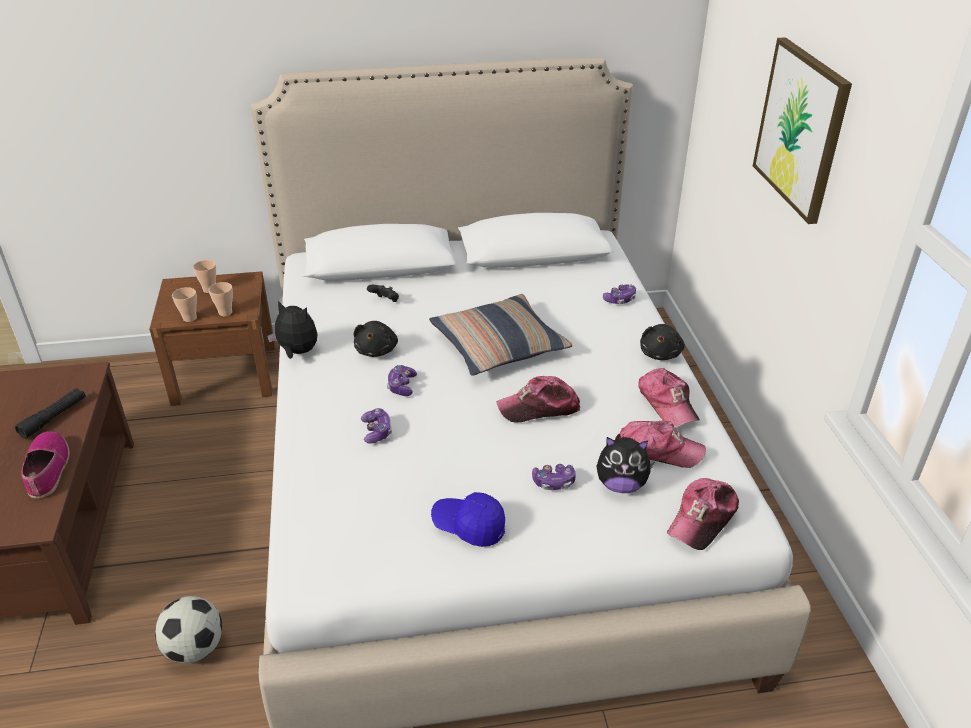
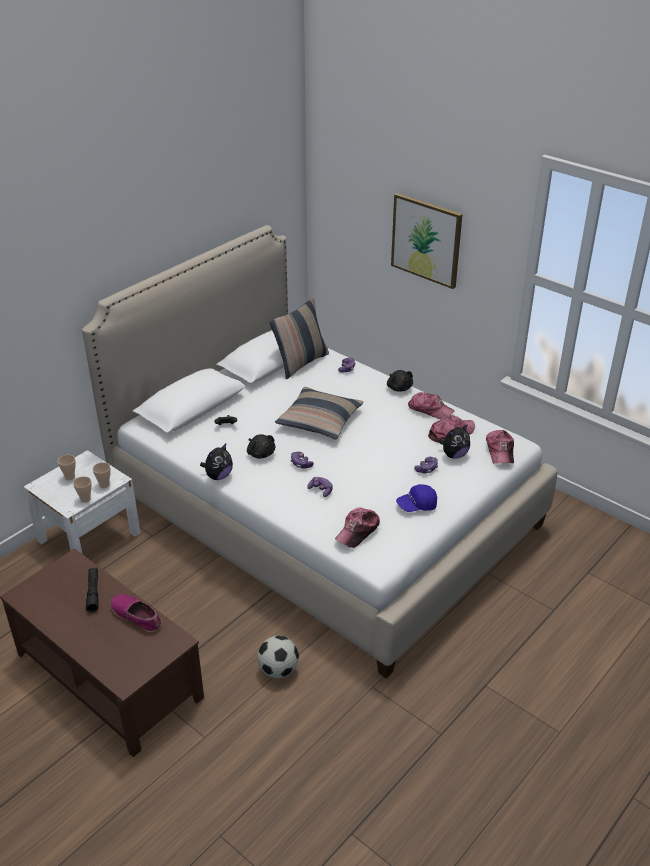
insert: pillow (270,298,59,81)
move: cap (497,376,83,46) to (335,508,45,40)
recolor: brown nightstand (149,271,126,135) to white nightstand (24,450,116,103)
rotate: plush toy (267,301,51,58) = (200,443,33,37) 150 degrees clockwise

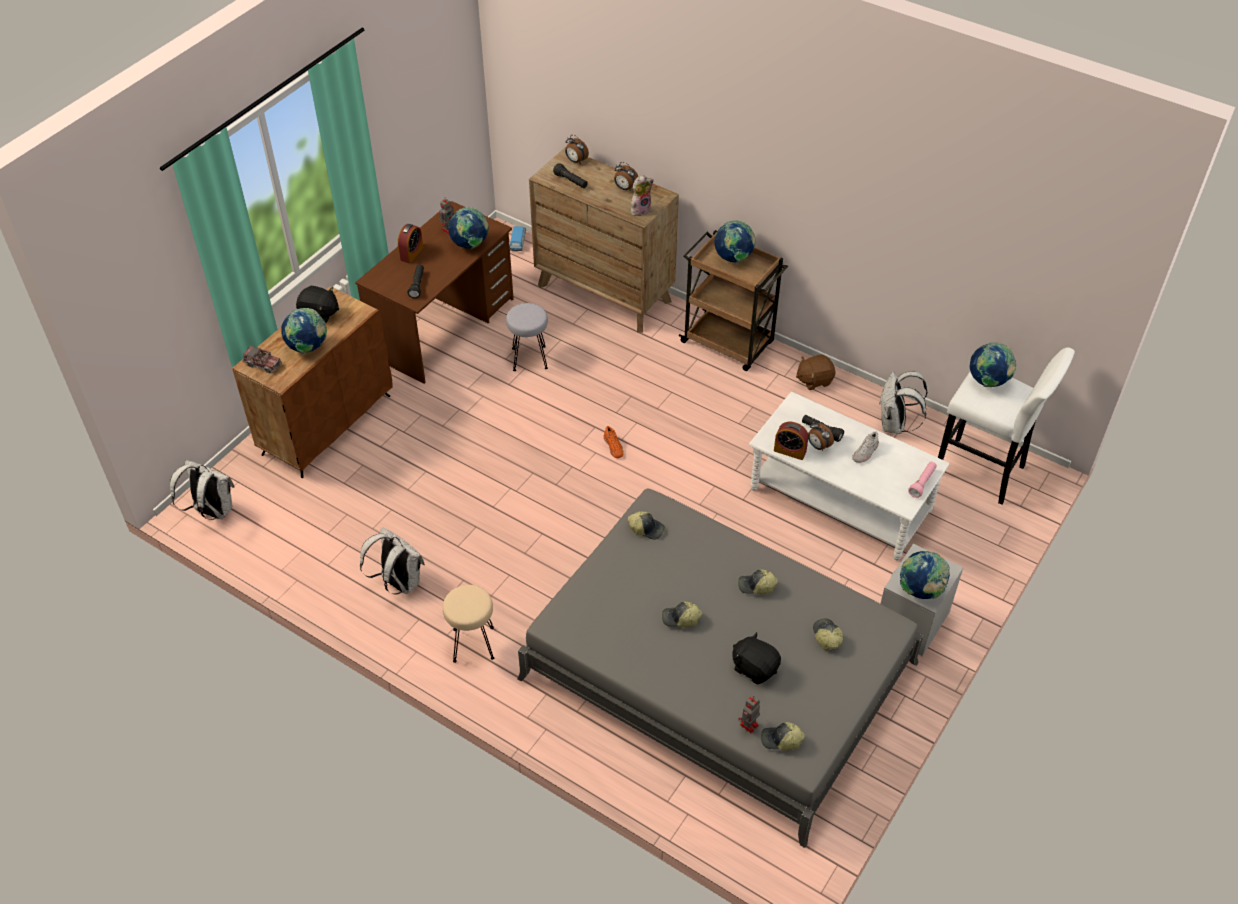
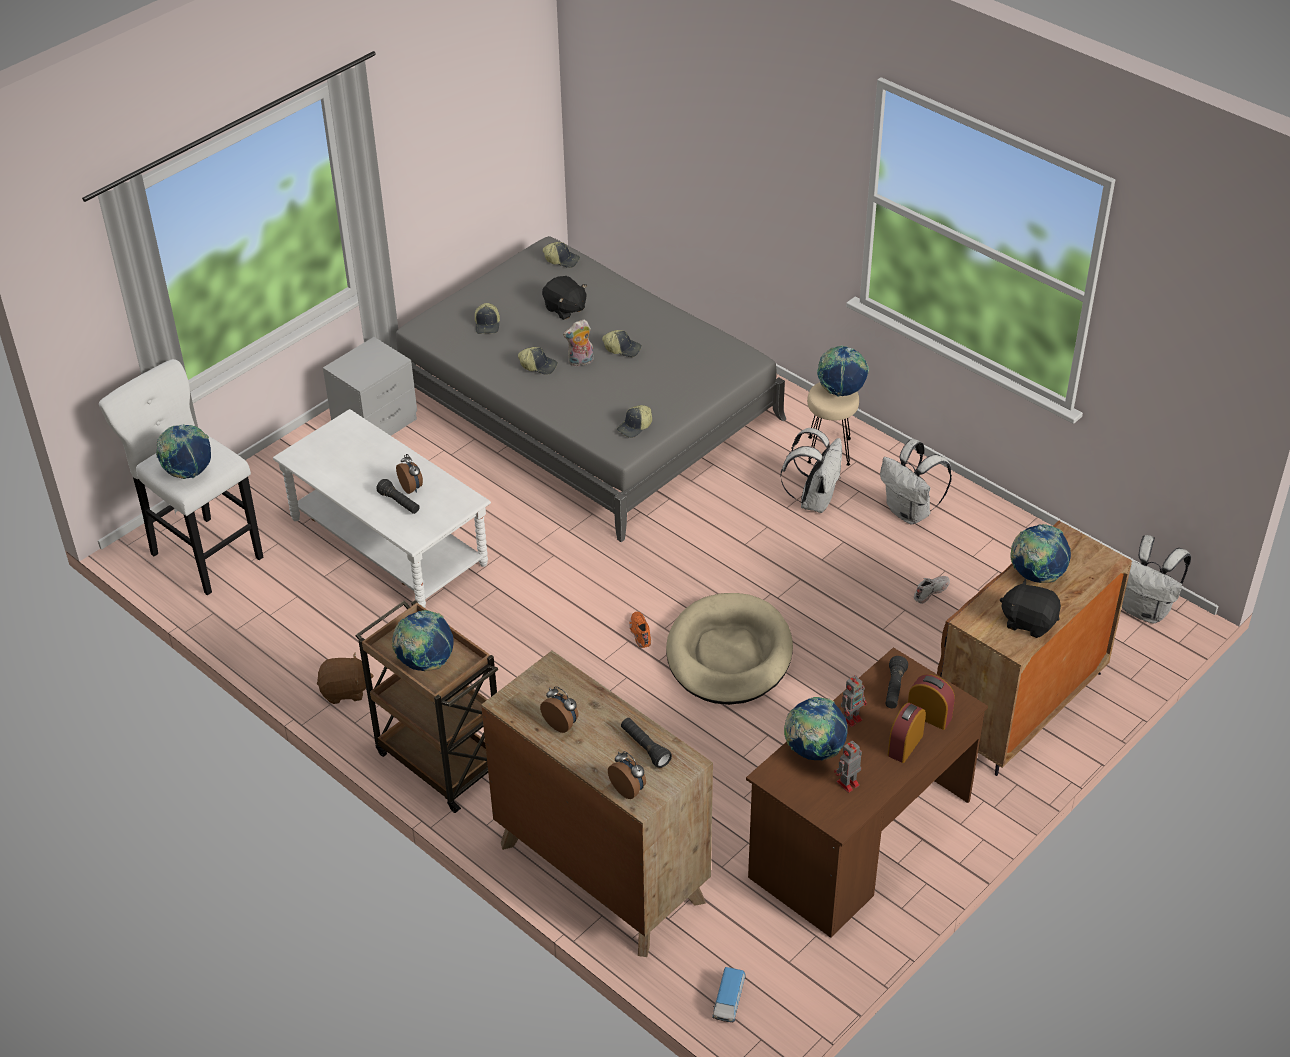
delete: toy truck (242,345,40,28); grey stool (506,303,42,68); pink flashlight (908,462,29,36)
insert: beige dog bed (666,593,127,112)
move: plush toy (631,175,23,41) to (563,319,30,48); white backpack (880,371,48,63) to (780,428,62,85); globe (900,551,50,48) to (817,346,52,51); toy robot (738,695,22,38) to (841,675,26,52); alarm clock (774,422,35,38) to (908,674,47,56); white shoe (852,431,27,32) to (914,576,36,28)
rotate: cap (628,511,37,29) = (616,405,36,33) 75 degrees counterclockwise

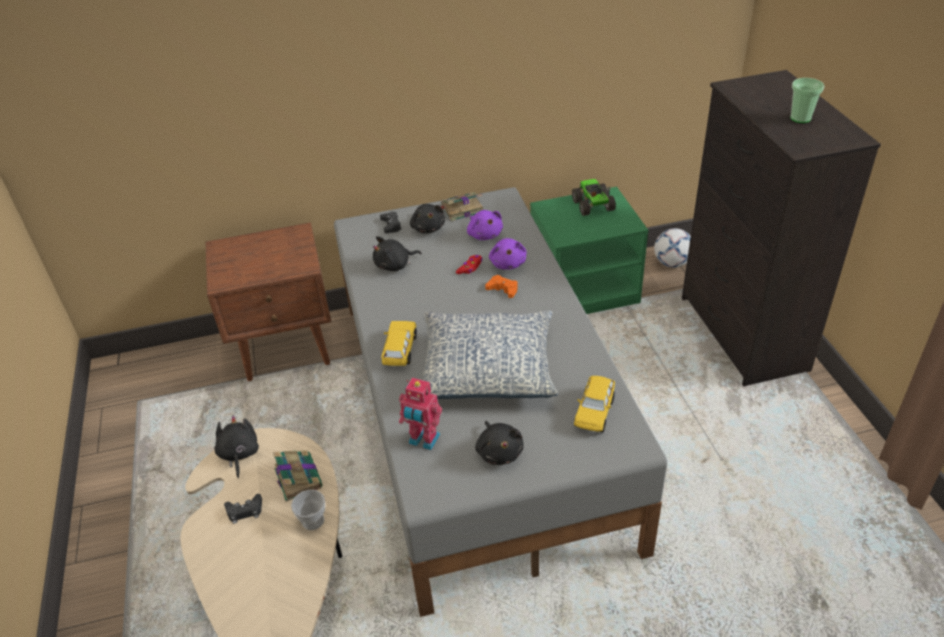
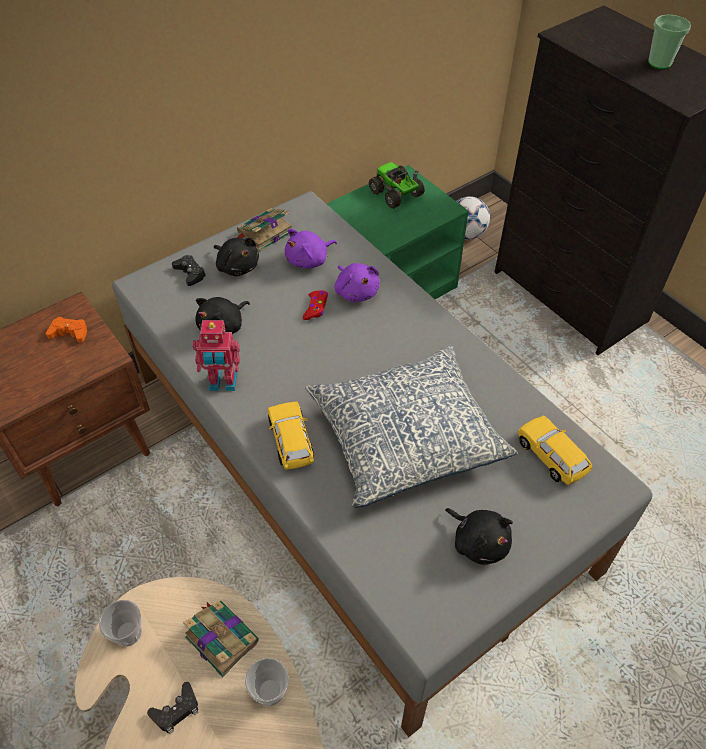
move: orange game controller (485,275,33,23) to (46,317,41,25); toy robot (399,378,43,72) to (192,320,48,71)
replace: black plush toy (214,415,45,63) to cup (99,600,43,47)
rotate: purple plush toy (467,210,36,30) = (285,229,52,39) 105 degrees clockwise; yellow toy car (574,376,41,56) = (518,415,74,70) 150 degrees clockwise

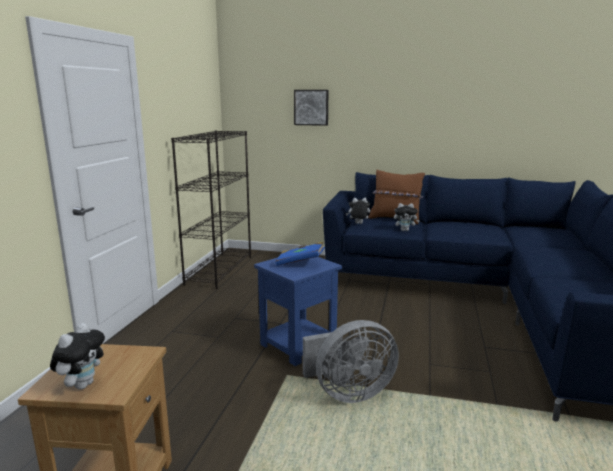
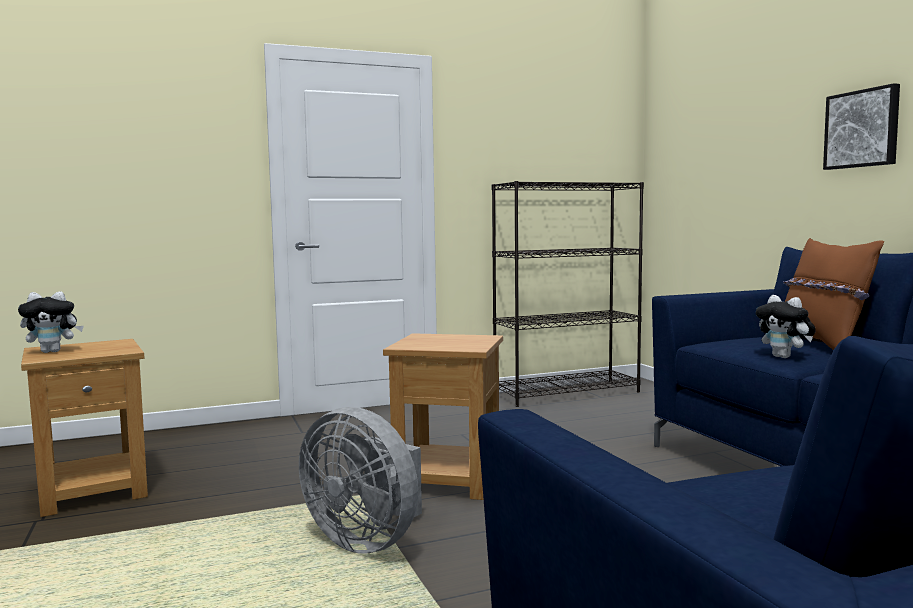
delete: blue book (275,242,50,24); plush toy (346,198,24,26)
move: picture (294,90,34,36) to (823,83,77,87)
recolor: blue side table (254,257,88,109) to brown side table (383,333,120,167)

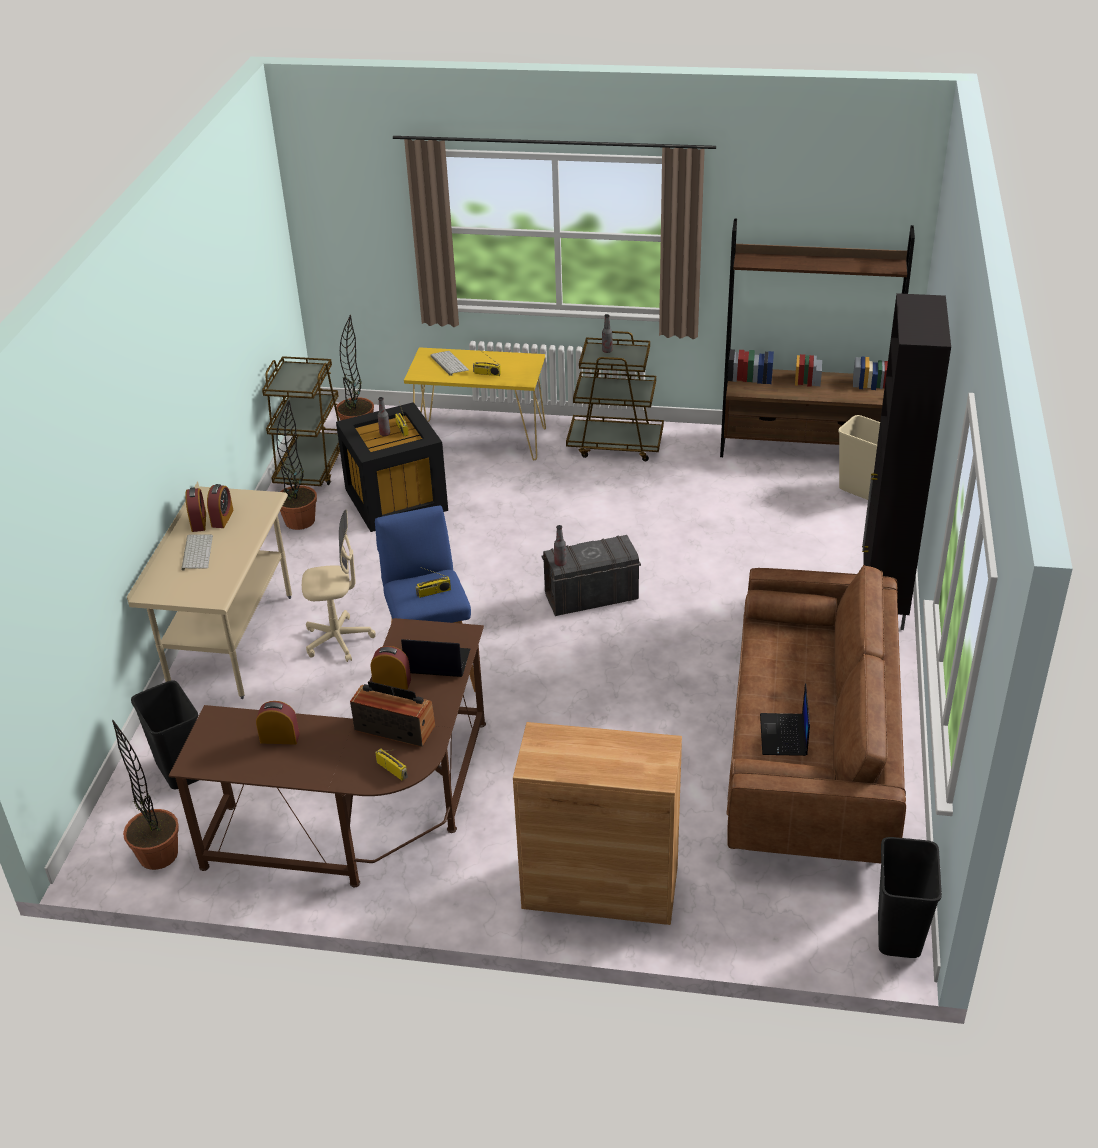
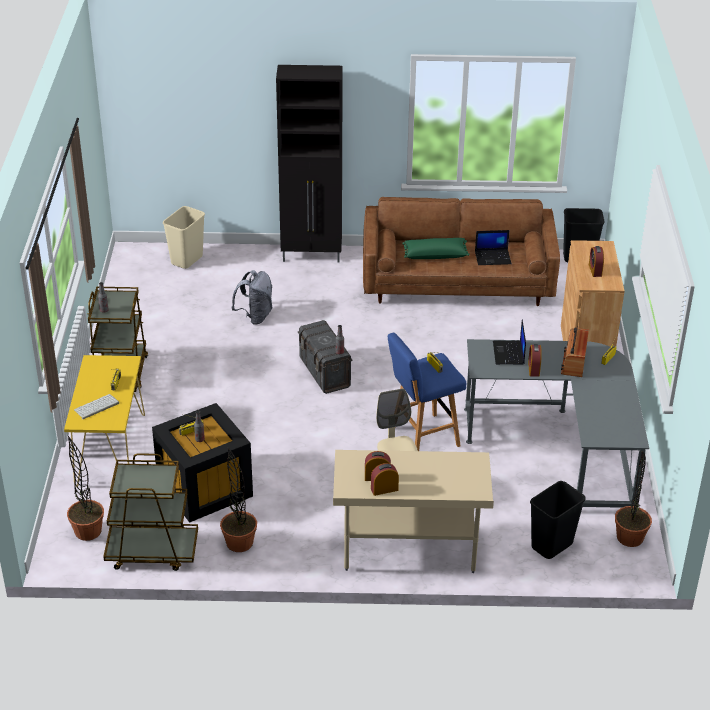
delete: keyboard (181,534,32,37); brown bookcase (720,219,195,238)
insert: grey backpack (231,270,42,55); green pillow (402,238,67,21)
move: alarm clock (256,701,44,43) to (589,246,15,31)
recolor: brown desk (169,618,317,269) to grey desk (464,339,185,169)

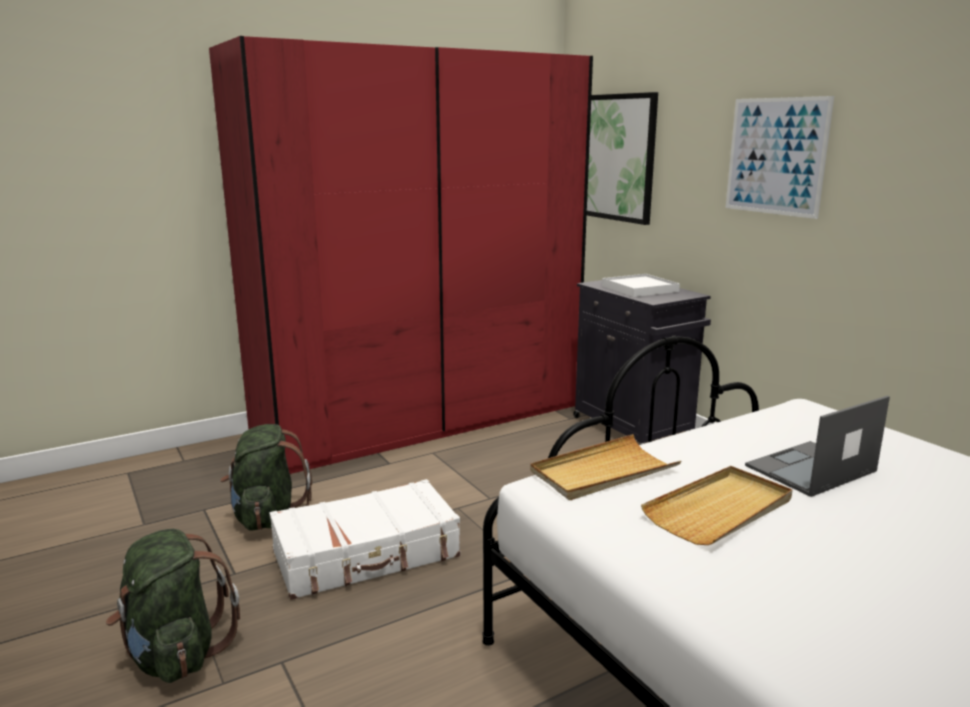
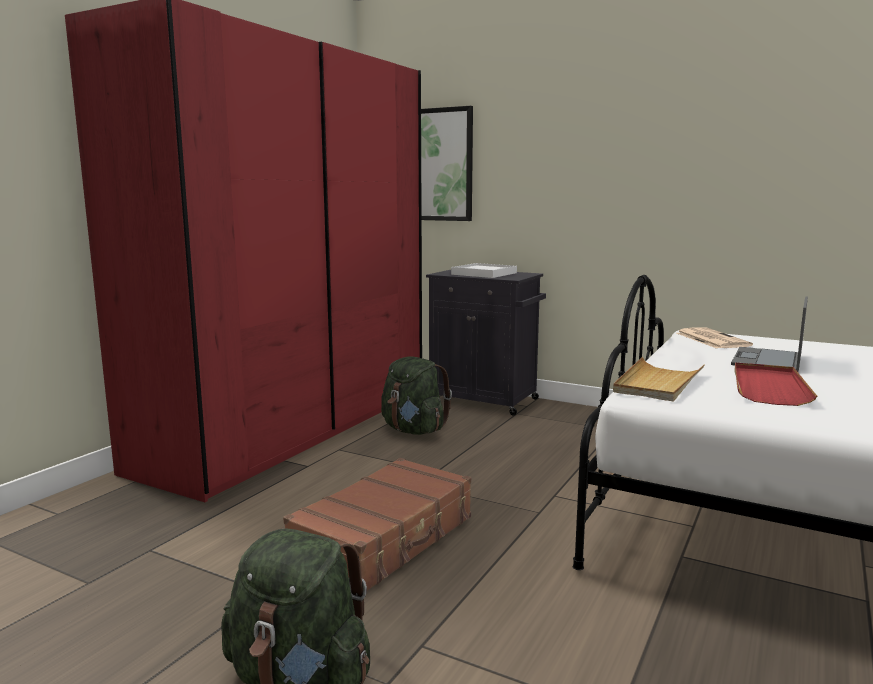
delete: picture (726,96,108,123)
insert: newspaper (677,327,76,22)
move: green backpack (220,424,92,107) to (381,356,71,79)
recolor: white suitcase (269,479,192,121) to brown suitcase (283,458,188,134); beige tray (641,466,152,79) to red tray (735,362,82,44)

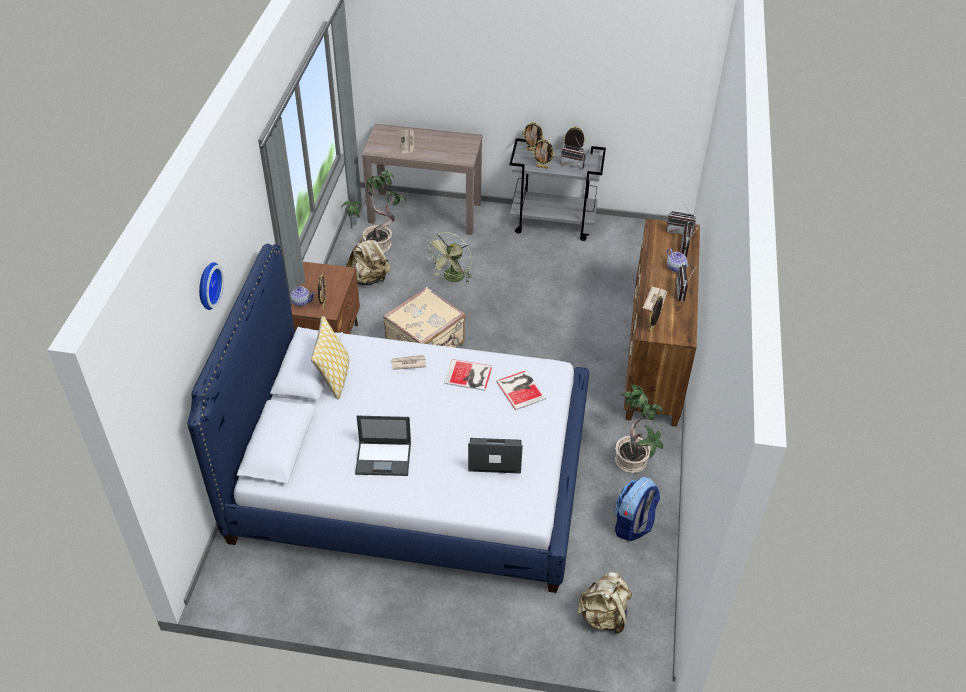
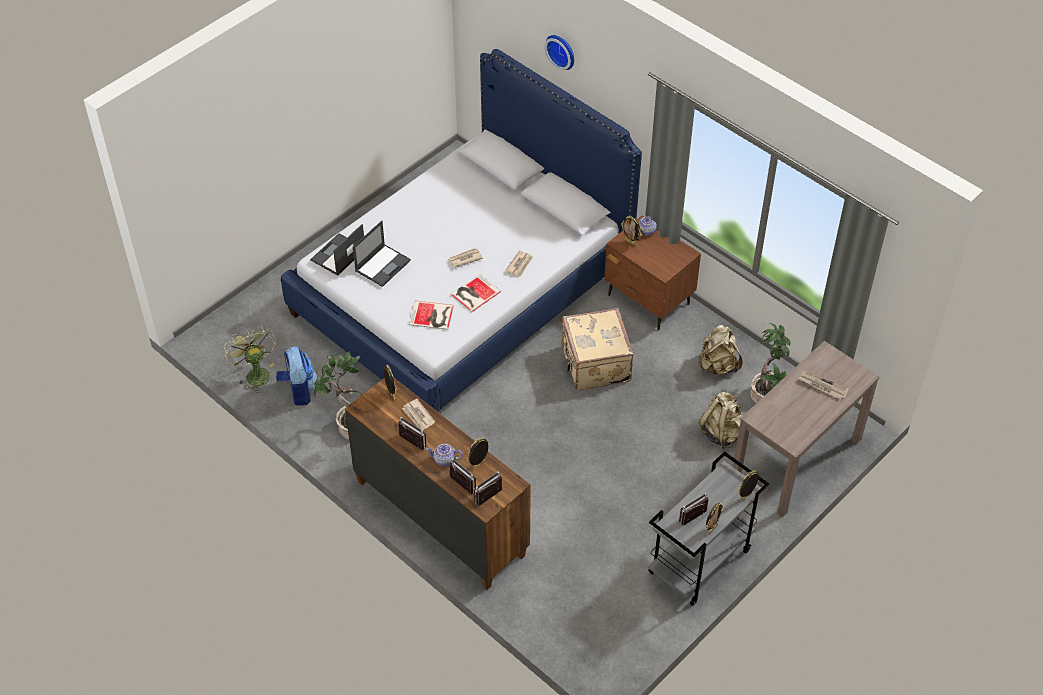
delete: pillow (311,316,38,83)
insert: newspaper (448,248,35,20)
move: green fan (428,232,44,51) to (223,325,53,68); laptop (355,416,56,60) to (310,224,54,52); picture frame (532,139,22,30) to (466,437,23,33); beige backpack (577,572,55,62) to (698,392,45,57)

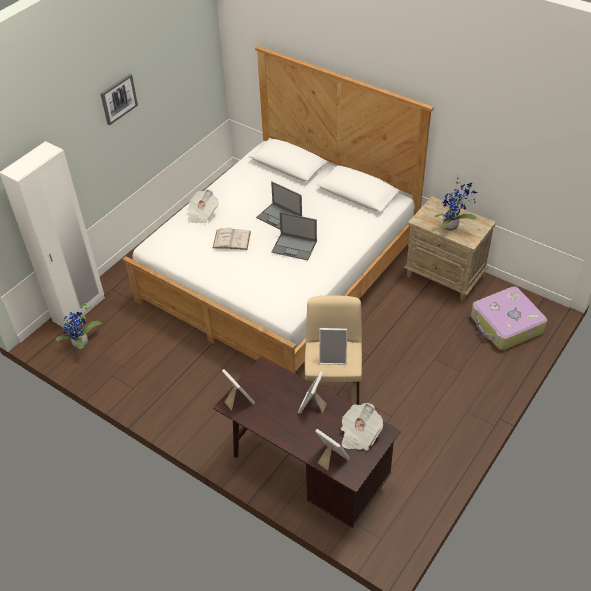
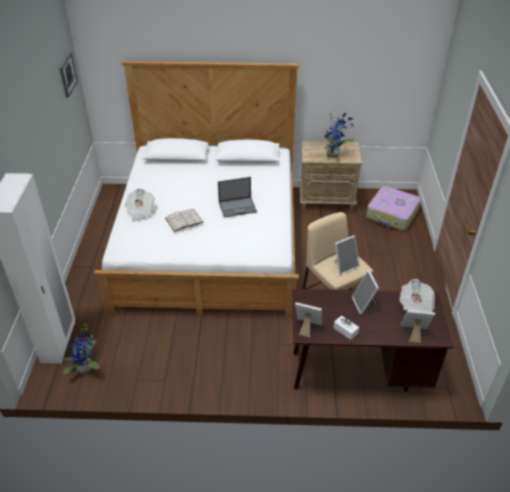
delete: laptop (256,182,46,47)
insert: white tissue box (333,315,26,25)
move: picture (100,74,38,51) to (60,52,18,46)

